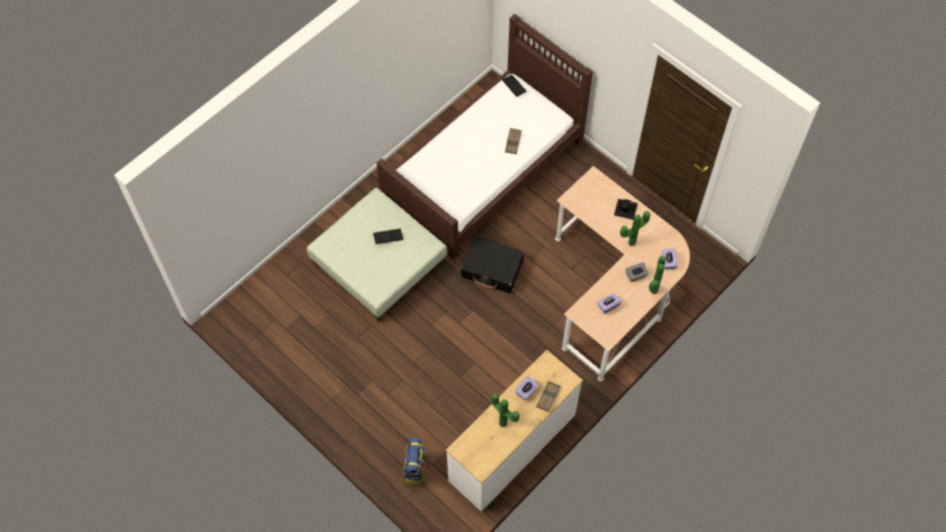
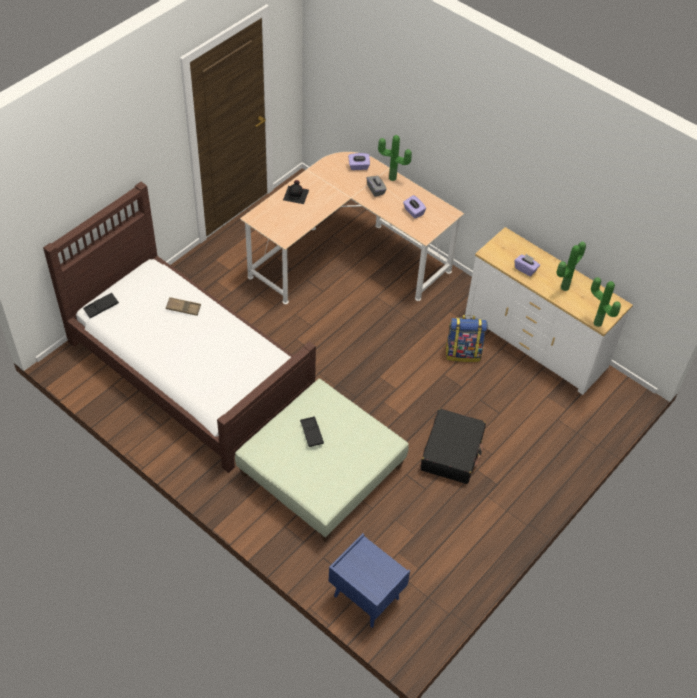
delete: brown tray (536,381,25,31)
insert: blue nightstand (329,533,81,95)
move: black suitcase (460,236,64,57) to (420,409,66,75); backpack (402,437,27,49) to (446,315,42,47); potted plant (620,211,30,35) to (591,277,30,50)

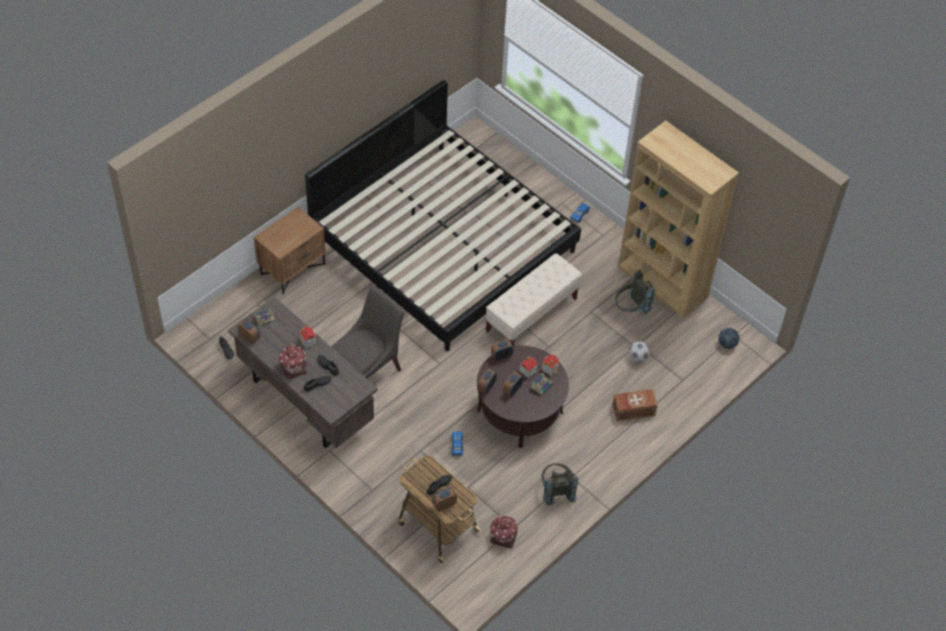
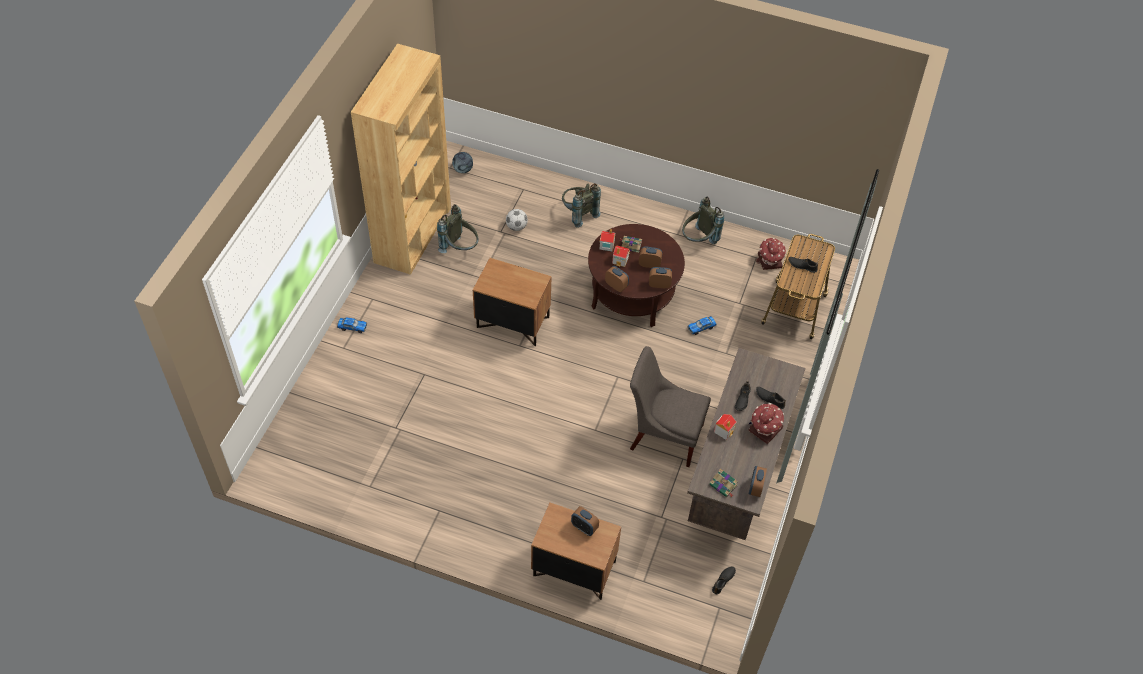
delete: bed (305,80,276,271)
move: alarm clock (432,488,25,23) to (571,506,28,30)
replace: beige bench (486,253,96,93) to brown nightstand (473,258,78,88); brown storage box (612,389,46,32) to grey backpack (562,183,39,45)

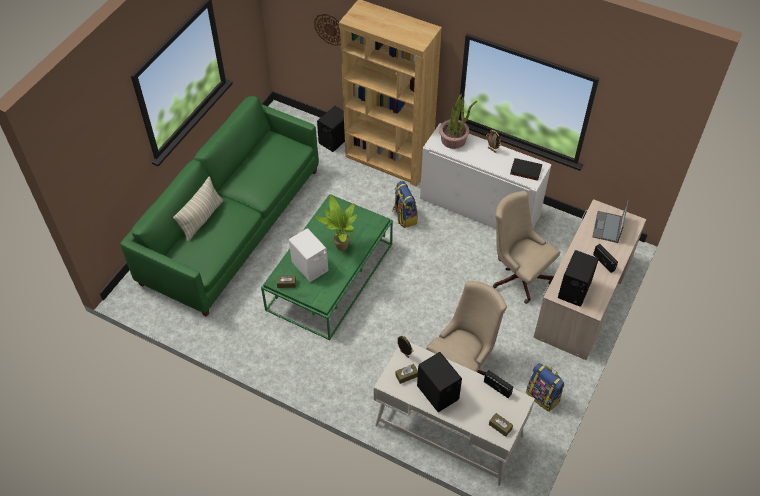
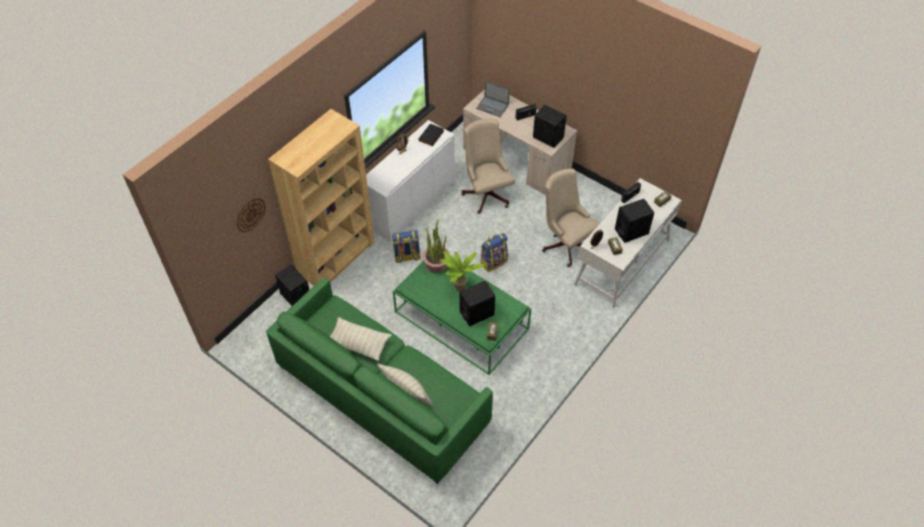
insert: pillow (330,317,62,44)
move: potted plant (439,94,38,55) to (423,219,27,54); backpack (526,363,39,49) to (480,233,28,39)
recolor: white speaker (289,228,39,54) to black speaker (460,281,35,45)
rotate: beige office chair (493,191,68,113) = (461,119,54,95) 105 degrees clockwise

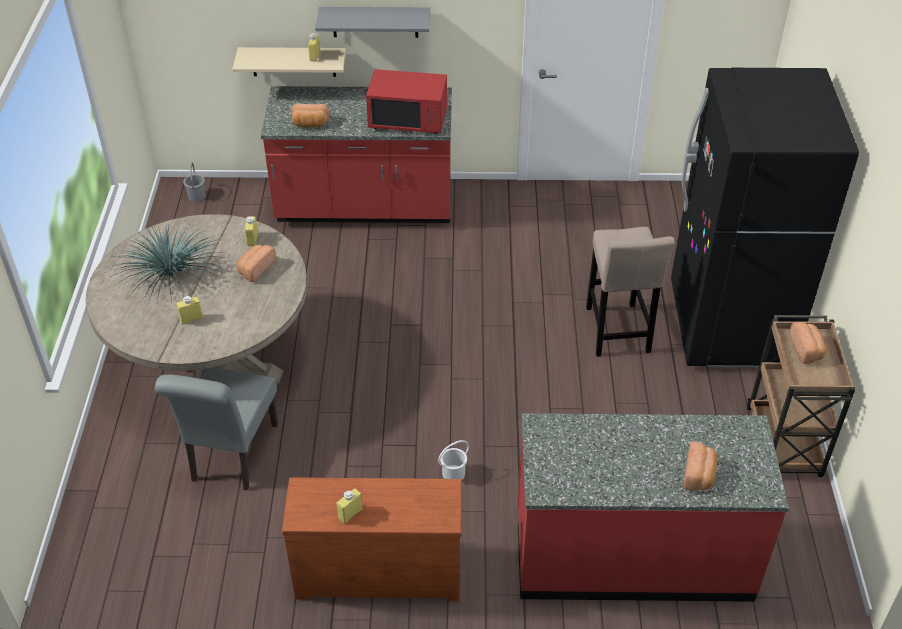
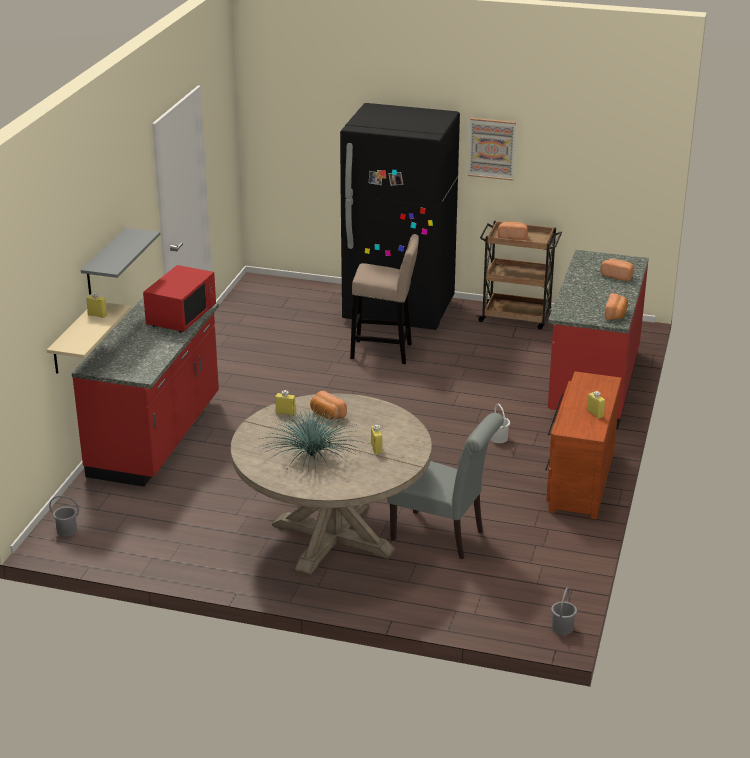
insert: picture (468,118,48,63); grey bucket (551,587,26,48)
move: bread (292,103,37,24) to (605,293,23,27)

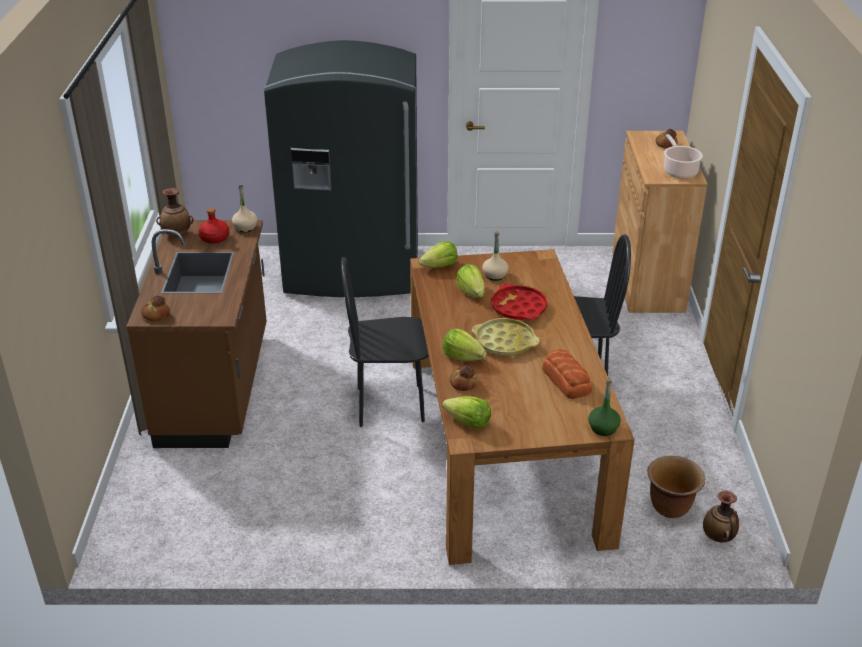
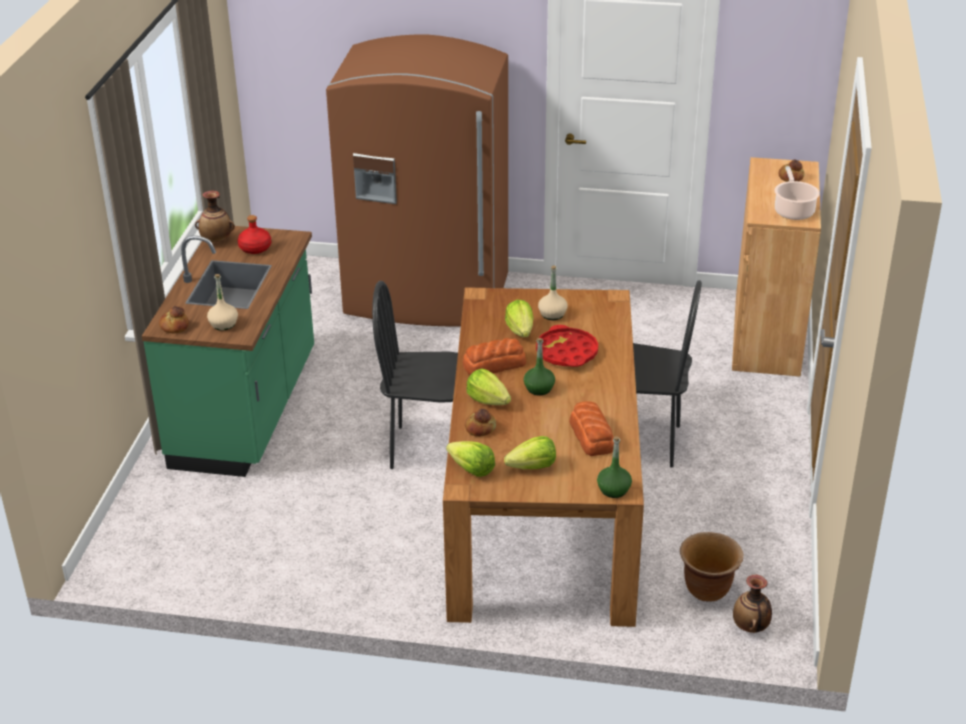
insert: bread (463,338,63,37)
move: beige bottle (232,184,26,48) to (207,274,31,57); lettuce (419,241,38,27) to (504,436,52,33)
replace: yellow tray (472,318,68,38) to green bottle (524,338,31,58)
recolor: brown counter (126,220,141,228) to green counter (142,226,172,251); grey fridge (264,40,154,257) to brown fridge (326,34,182,292)

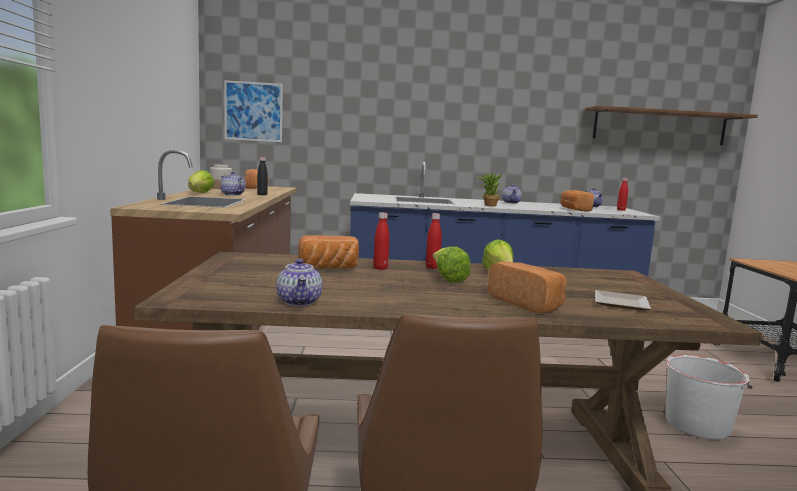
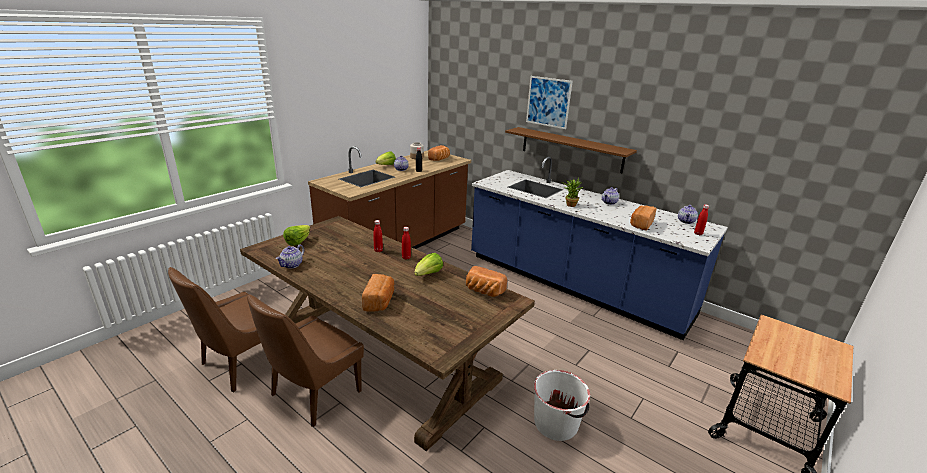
delete: plate (595,290,56,21)
move: lettuce (432,247,38,36) to (283,225,27,21); bread (298,235,61,34) to (466,266,41,31); brown shelf (585,106,173,39) to (505,127,132,46); picture (224,80,59,62) to (526,76,47,53)

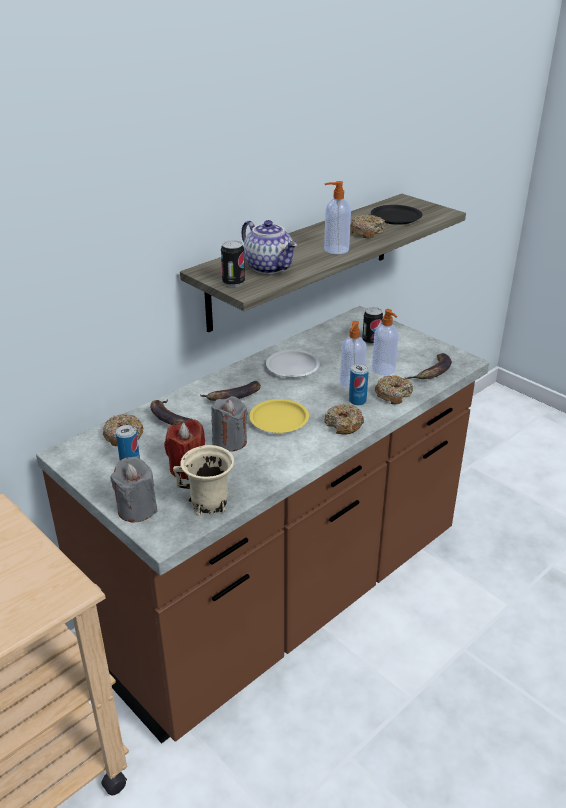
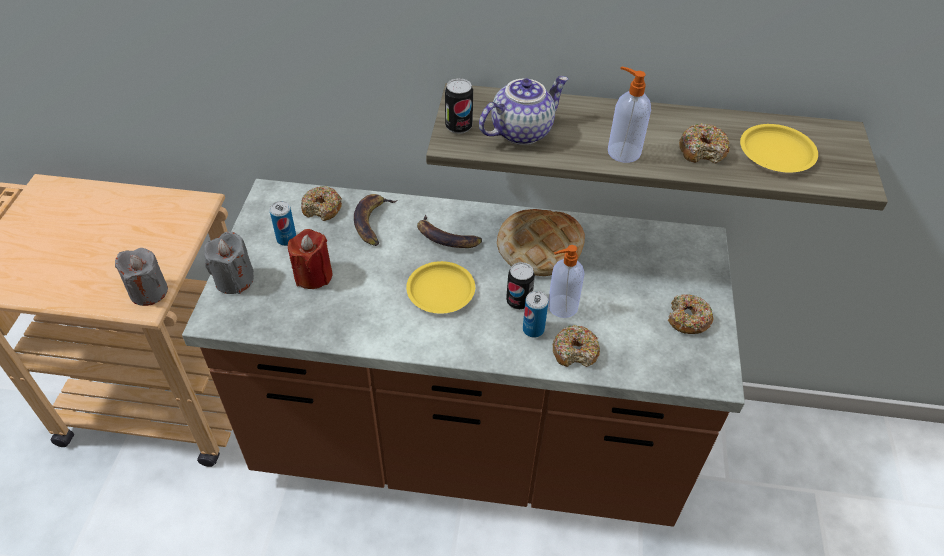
delete: beige mug (173,445,61,70); soap dispenser (372,309,26,66); banana (405,353,47,27)
move: grey candle (211,396,37,55) to (115,248,53,58); can (362,307,21,38) to (506,262,29,48); donut (324,404,40,31) to (668,294,46,40)
replace: white plate (266,350,54,28) to bread (497,209,88,67)
recolor: black plate (371,205,52,20) to yellow plate (740,124,78,49)
rotate: teapot (241,220,57,54) = (479,76,89,69) 135 degrees counterclockwise

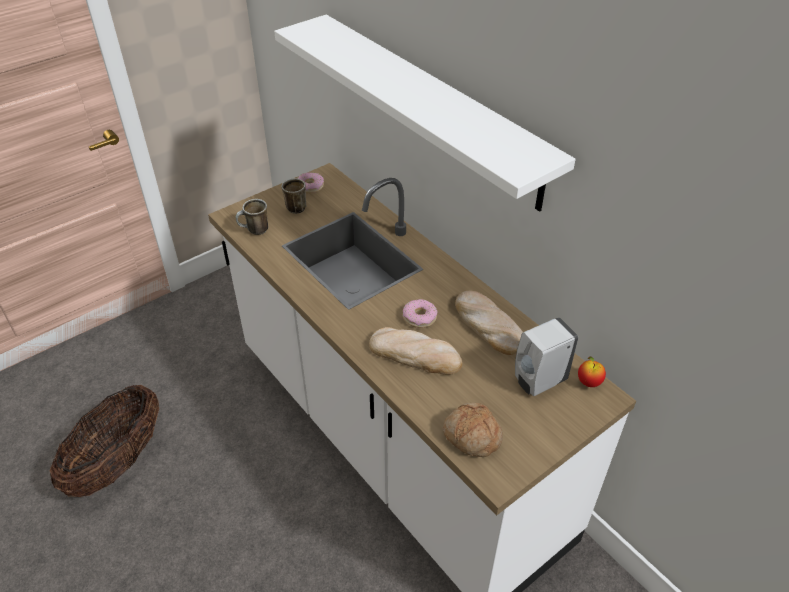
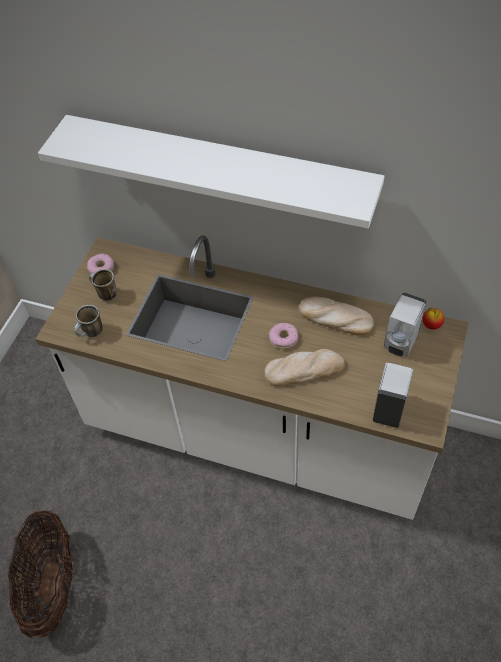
replace: bread (443,403,60,54) to white soap dispenser (373,363,40,65)

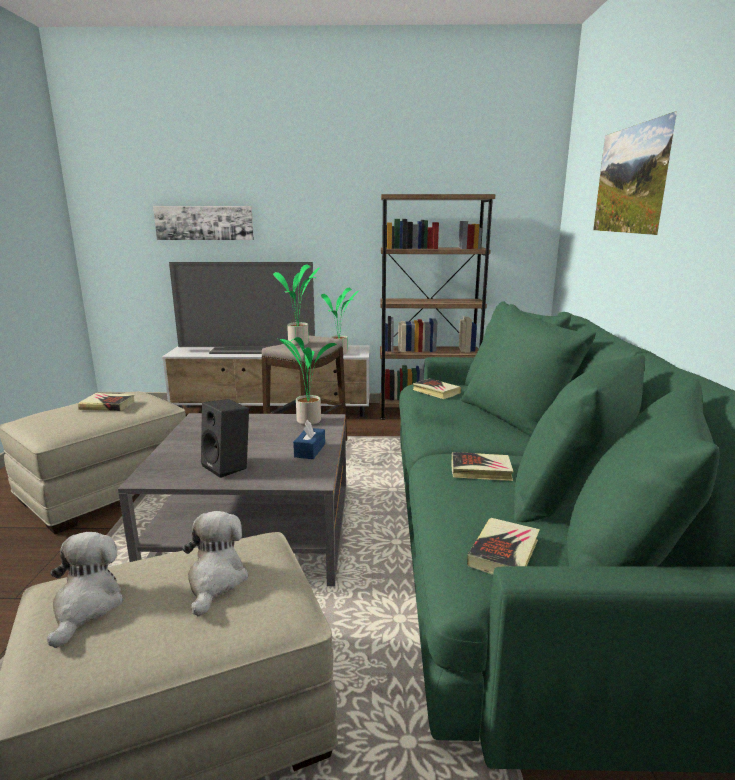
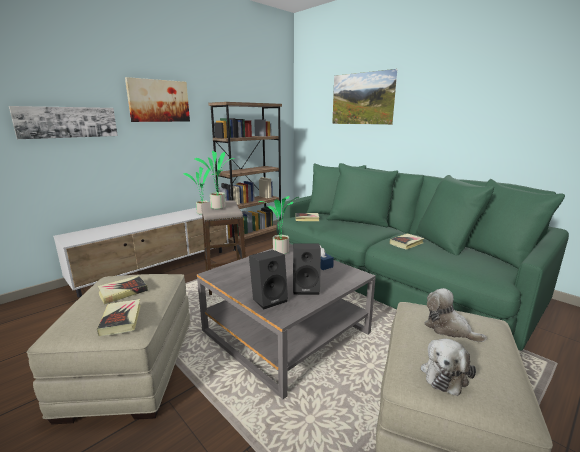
delete: television (169,262,146,92)
insert: picture (125,77,65,45); black speaker (249,250,39,60)
move: book (467,518,73,57) to (97,299,44,37)
rotate: plush toy (47,532,77,116) = (421,339,55,57) 105 degrees counterclockwise

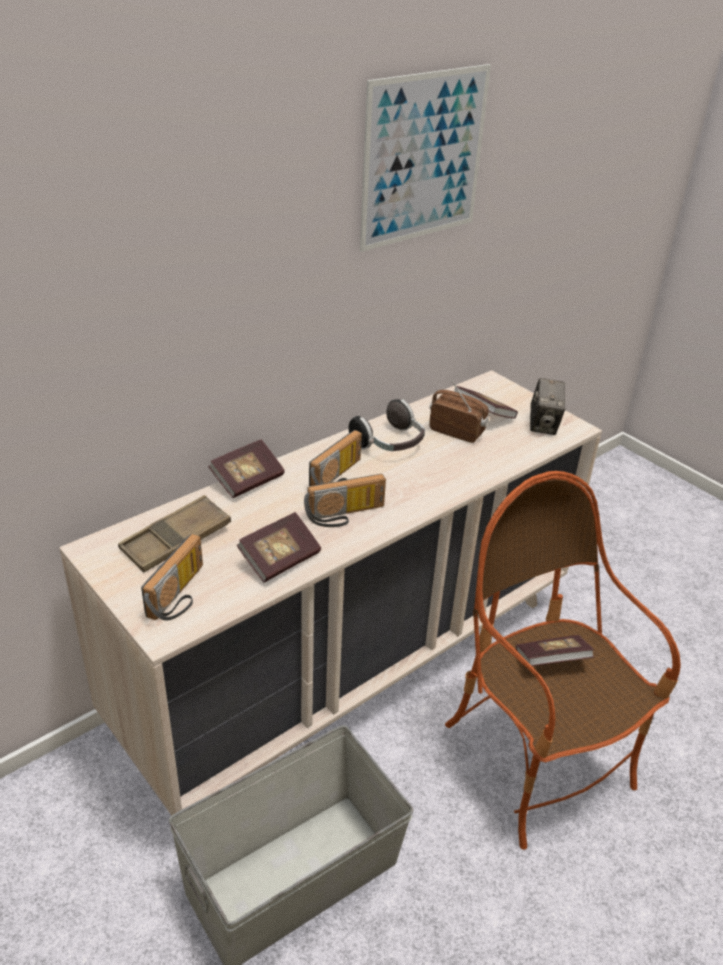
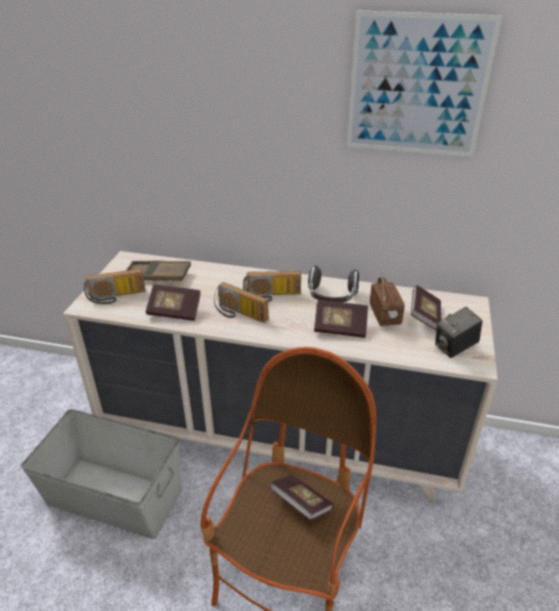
move: book (208,439,77,59) to (314,300,54,38)

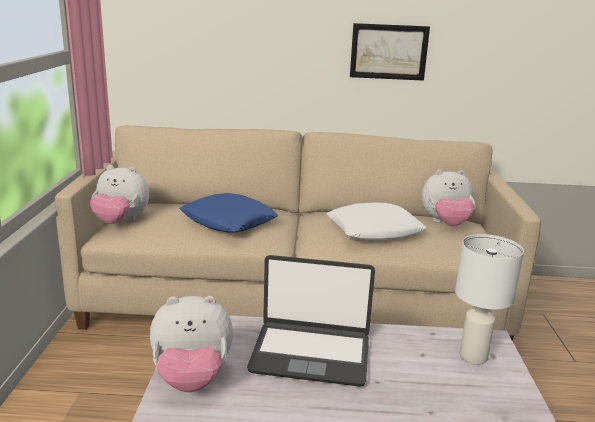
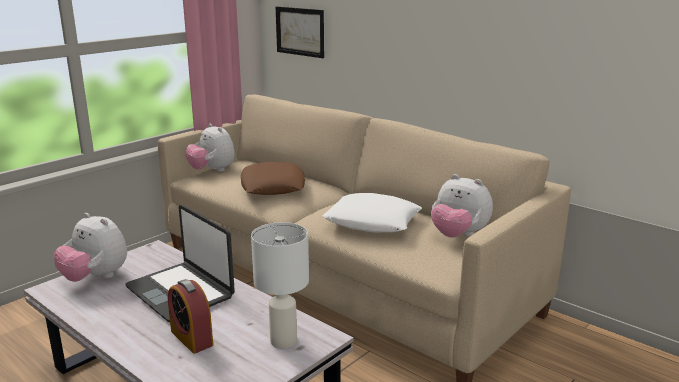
insert: alarm clock (168,279,45,75)
move: picture (350,23,80,58) to (276,6,48,52)
recolor: blue pillow (180,193,98,40) to brown pillow (241,162,64,33)

